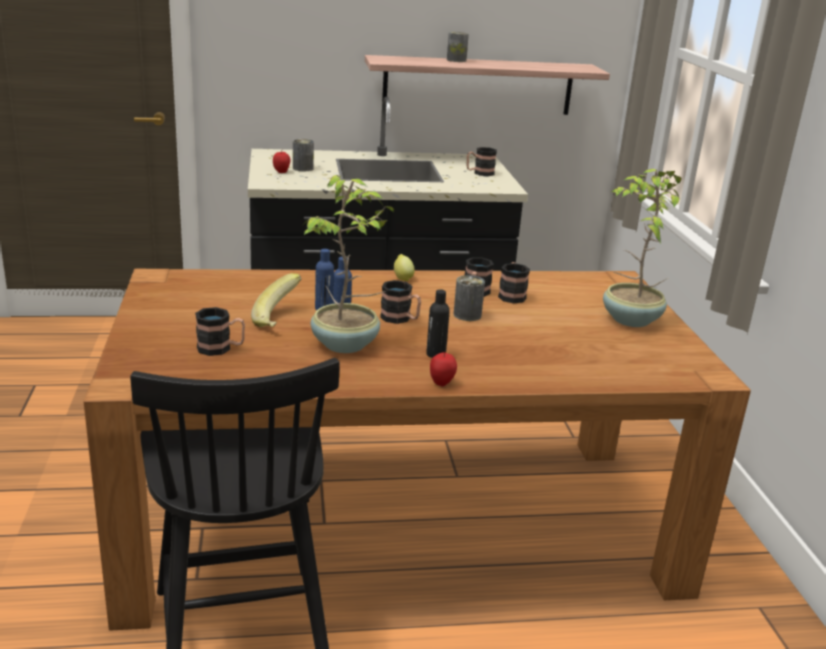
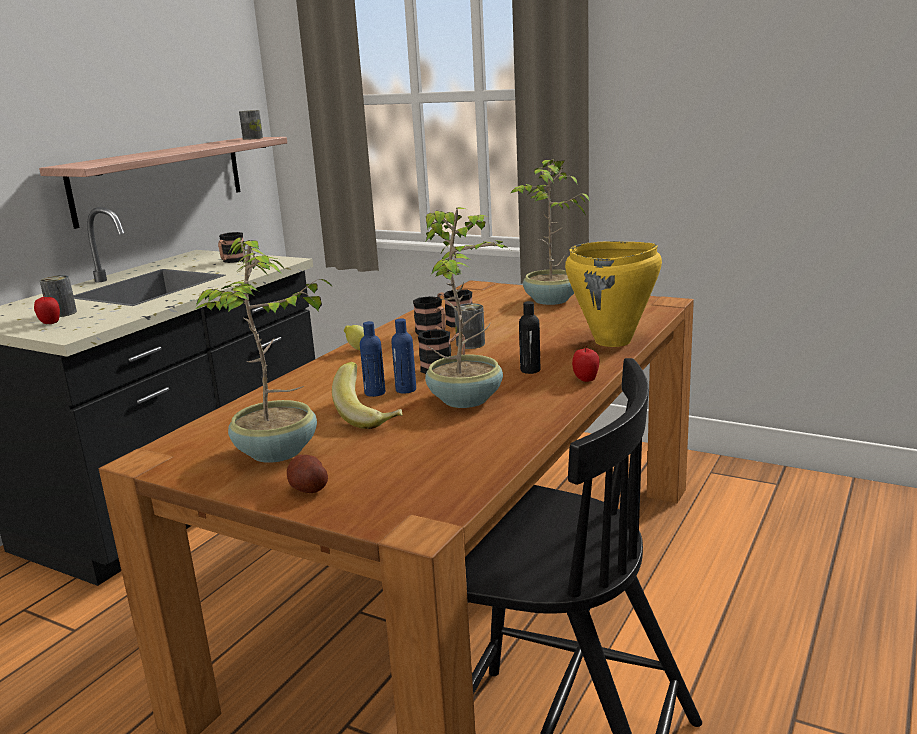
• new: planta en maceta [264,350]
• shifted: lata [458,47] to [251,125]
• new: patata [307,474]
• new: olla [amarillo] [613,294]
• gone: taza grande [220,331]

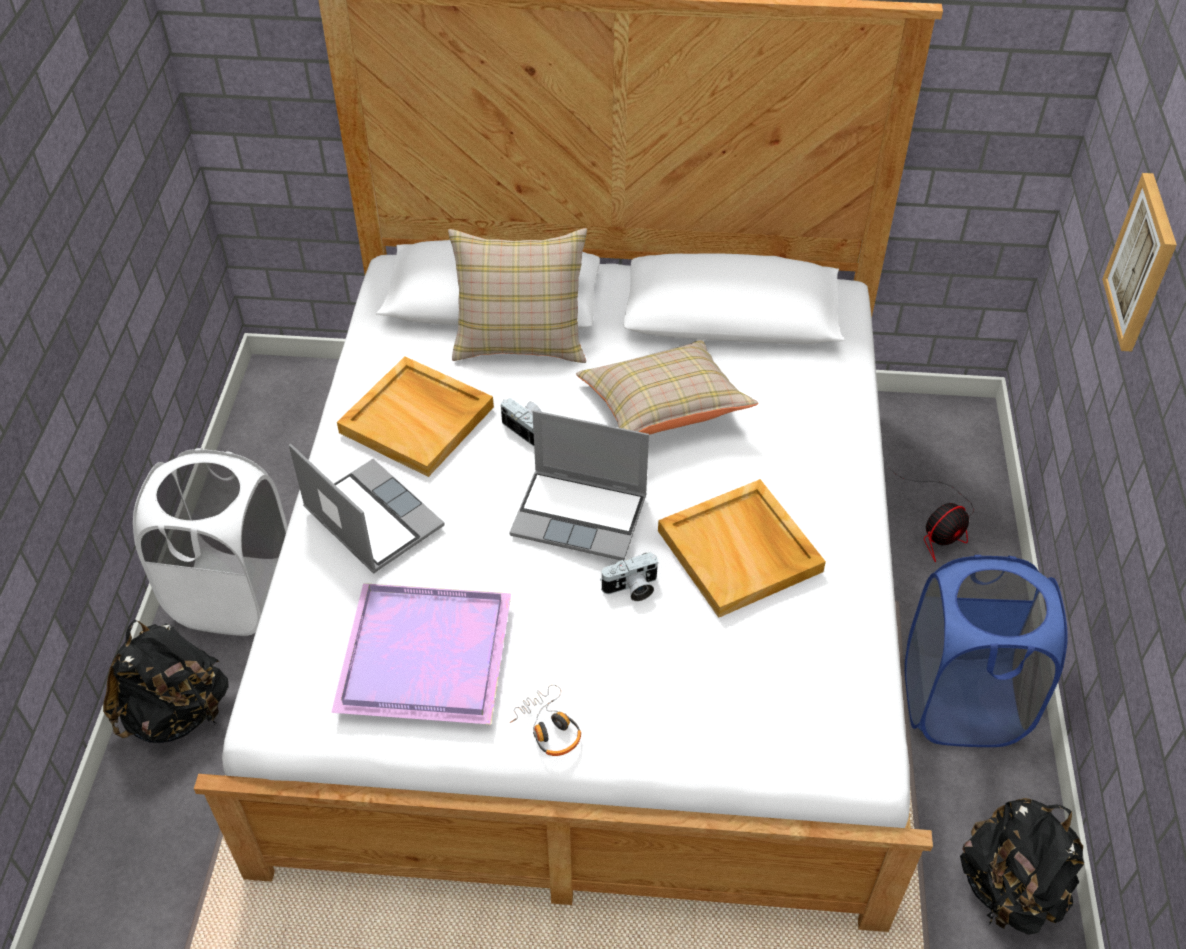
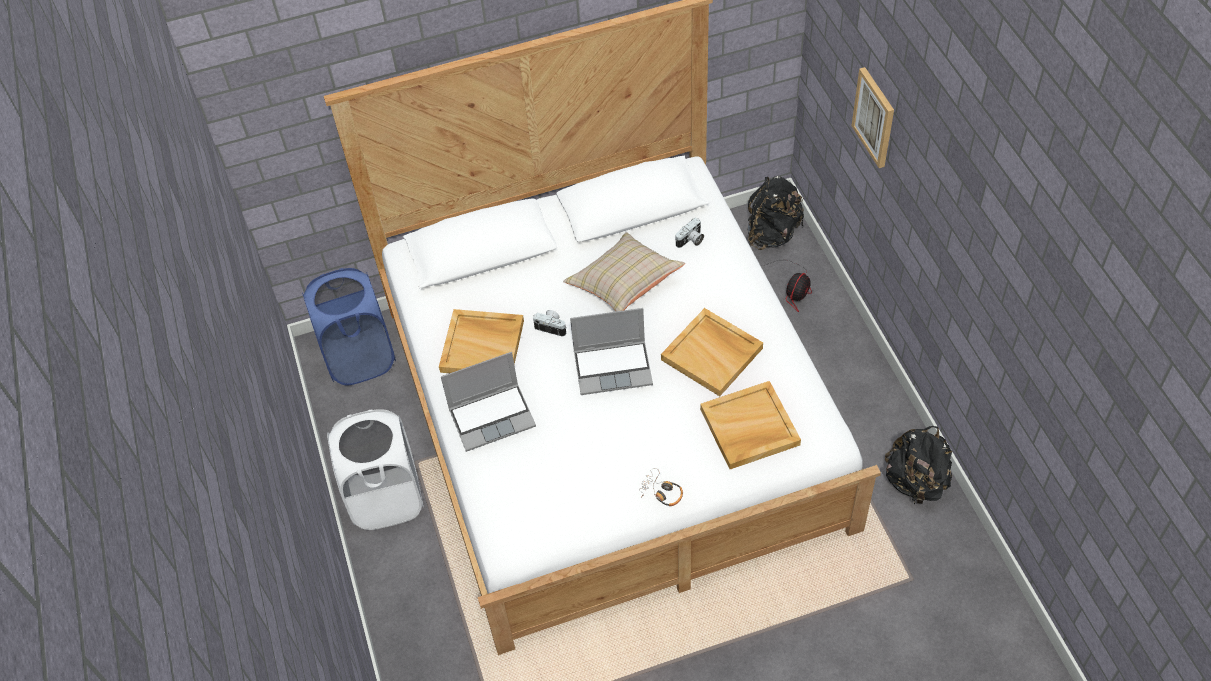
• shifted: cesto de la ropa [azul] [986,651] to [349,326]
• rotated: portátil [367,508] = [488,402] 135 degrees clockwise
• shifted: cámara [629,576] to [690,233]
• new: bandeja [beis] [750,425]
• shifted: mochila [negro] [166,681] to [776,213]
• gone: bandeja [morado] [421,654]
• gone: cojín [beis] [517,295]

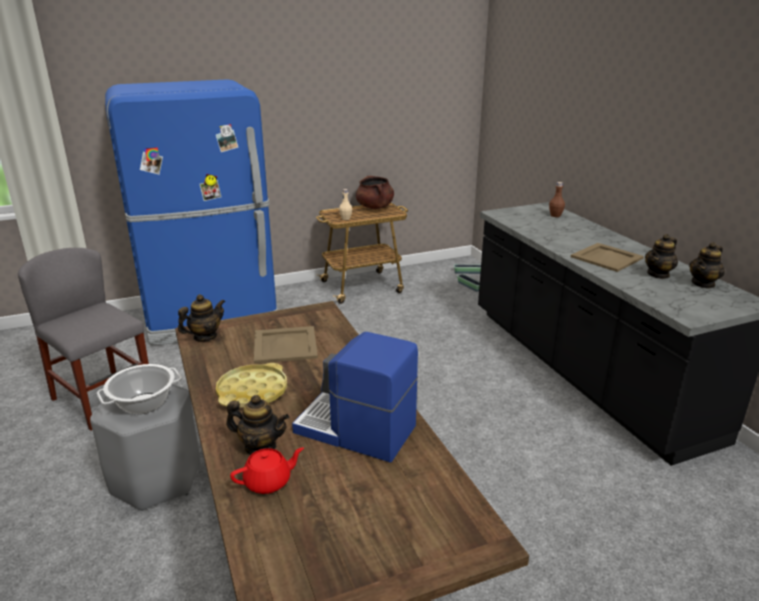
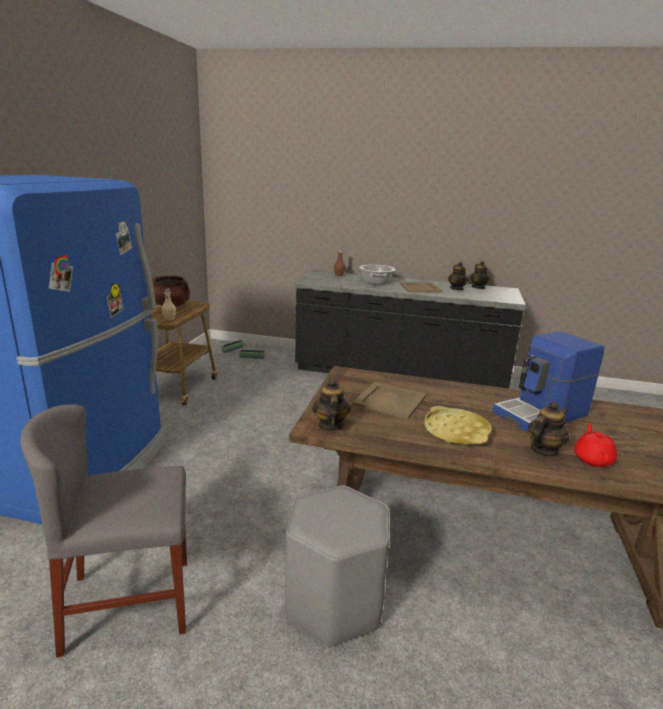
• shifted: olla [139,389] to [377,275]

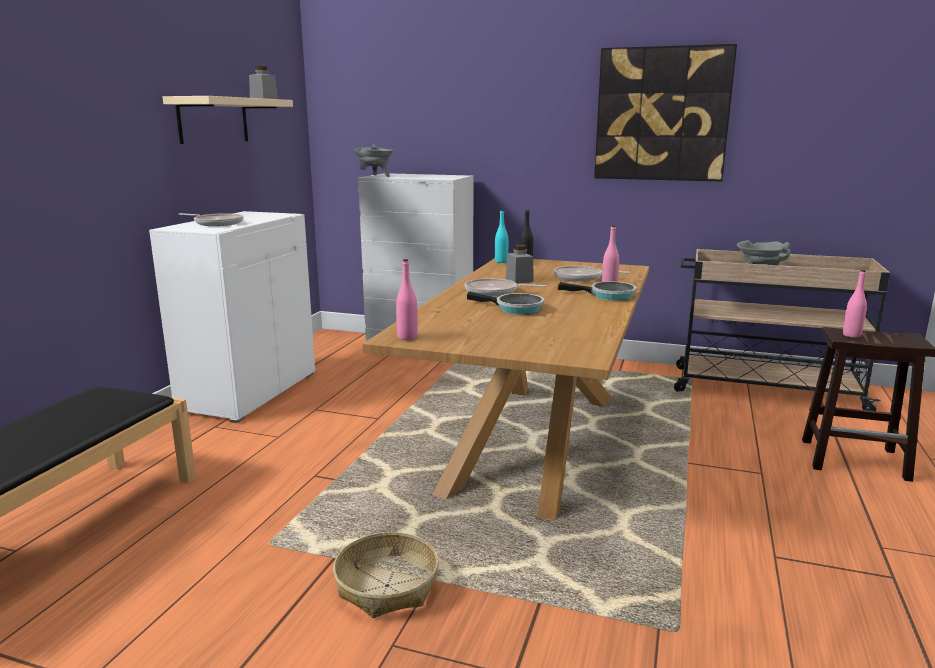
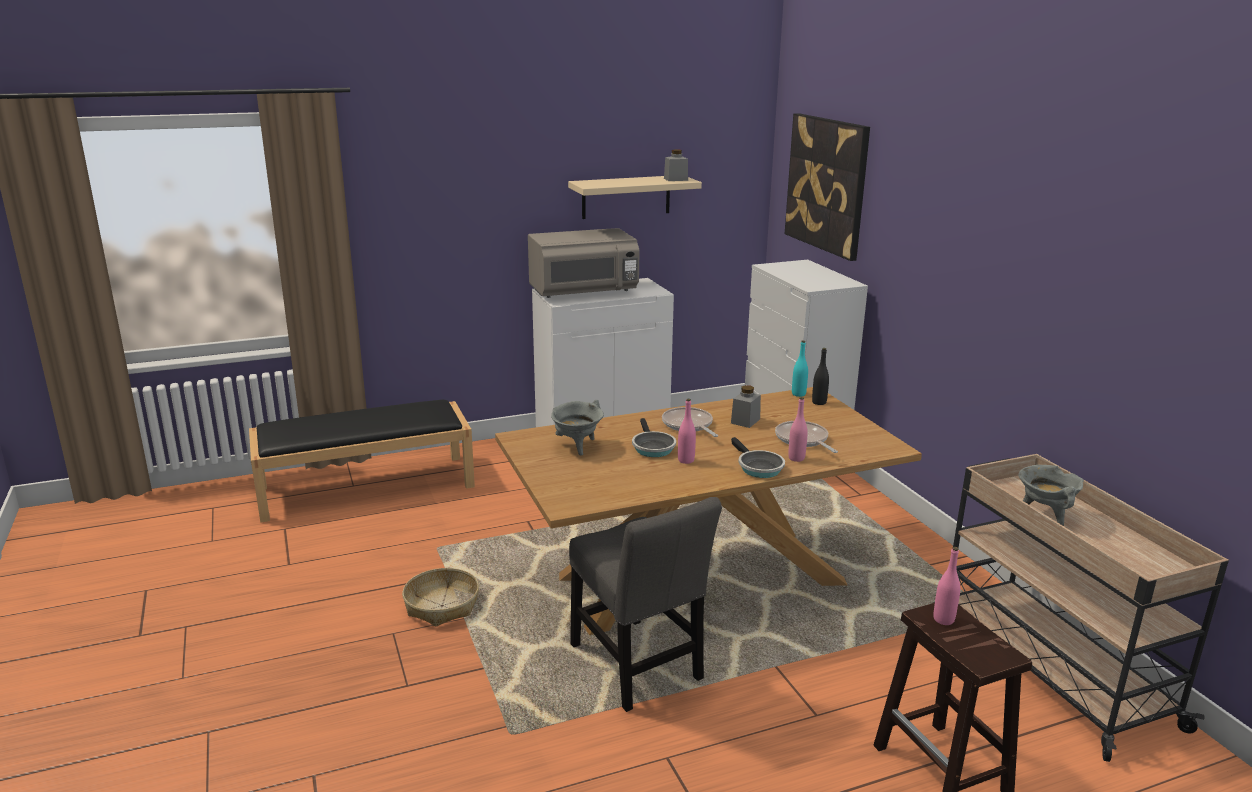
• swapped: sartén [211,219] to microondas [gris] [584,263]
• shifted: olla [gris] [374,160] to [577,428]
• new: silla [gris] [645,604]
• shifted: botella [rosa] [407,299] to [687,431]
• shifted: cuadro [665,112] to [827,187]

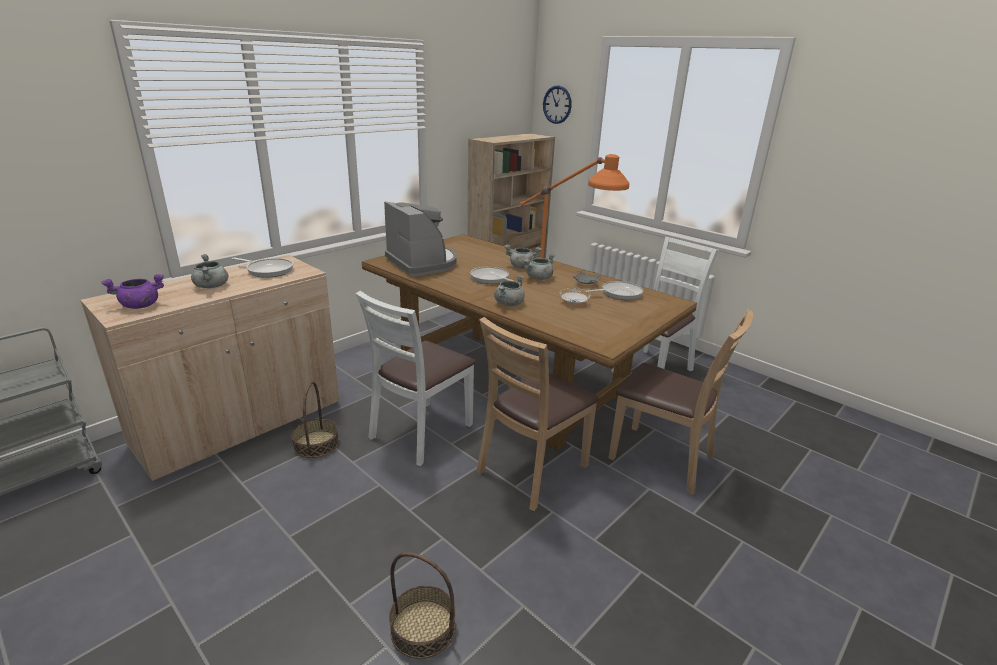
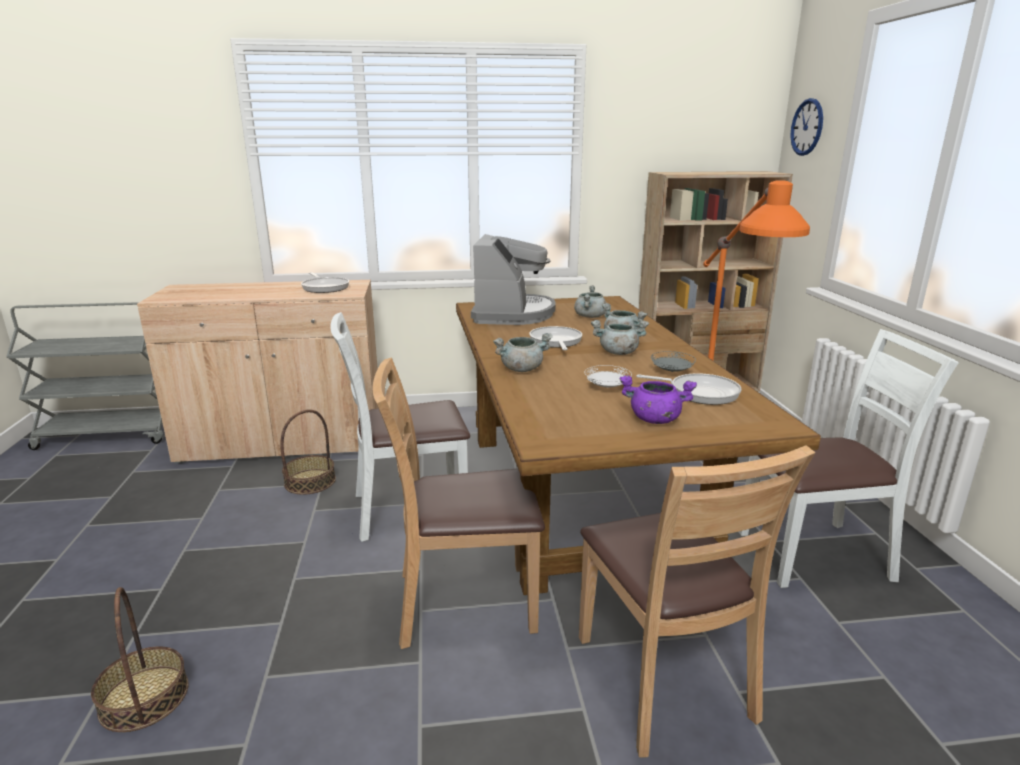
• shifted: olla [gris] [209,271] to [590,301]
• shifted: olla [morado] [132,291] to [658,399]

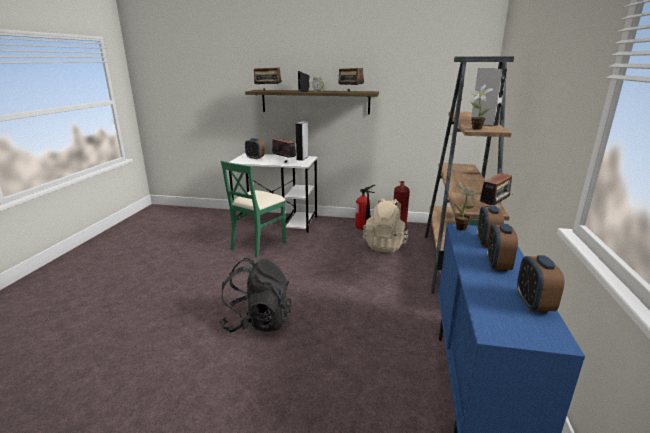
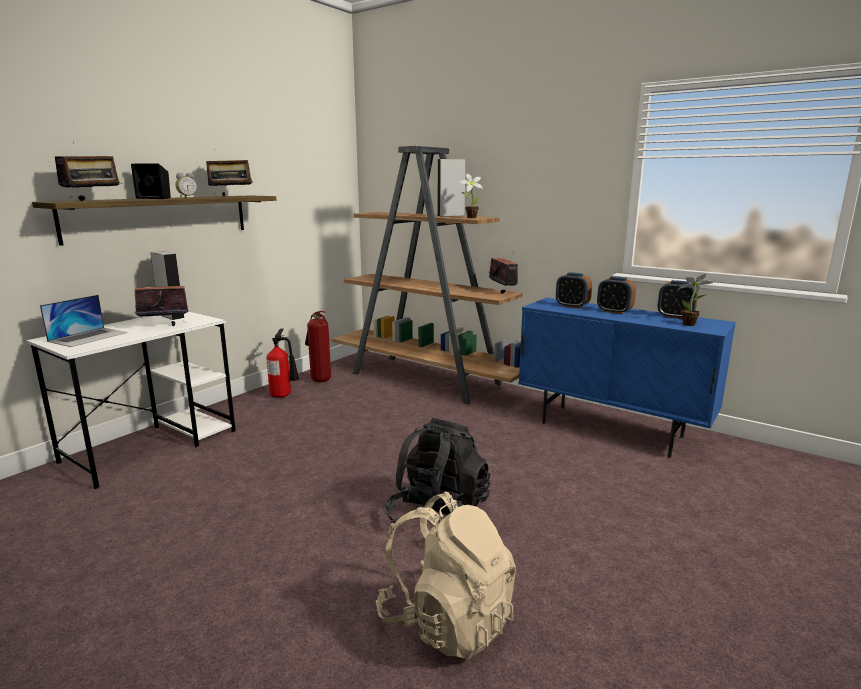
• swapped: despertador [255,148] to portátil [83,321]
• shifted: mochila [beis] [385,225] to [446,575]
• shifted: planta en maceta [466,207] to [695,300]
• gone: silla [verde] [253,209]

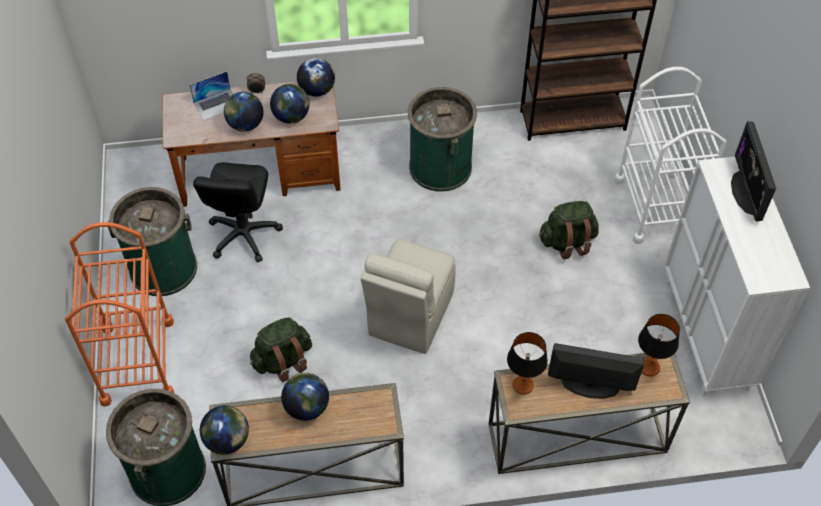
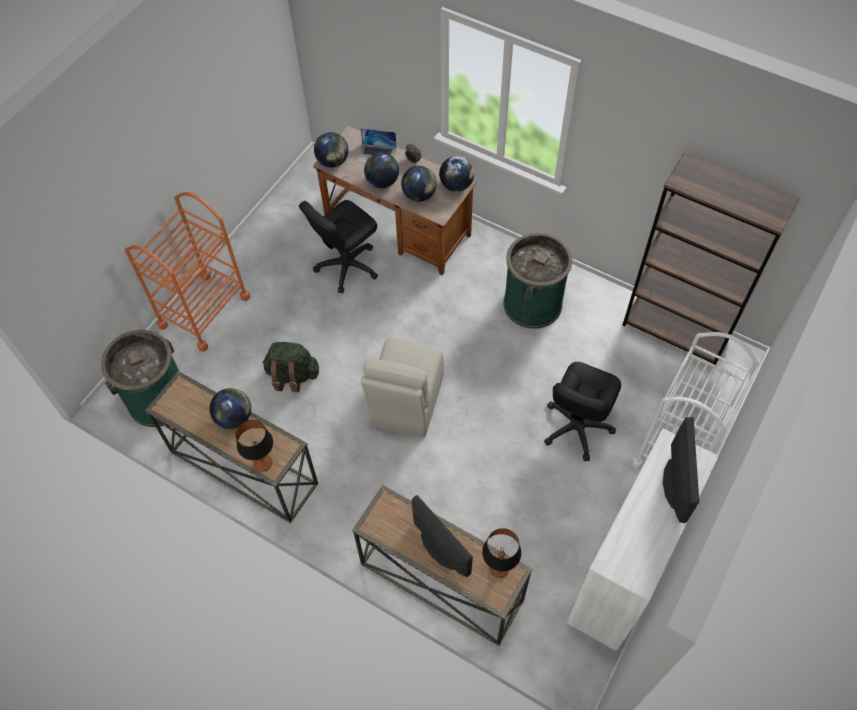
• shifted: lámpara de mesa [527,363] to [254,446]
• shifted: globo terráqueo [224,430] to [331,150]
• rotated: silla [beis] [408,296] = [402,387] 45 degrees counterclockwise
• swapped: mochila [verde] [569,230] to silla de oficina [negro] [582,411]
• rotated: monitor [753,171] = [681,470] 150 degrees clockwise
• gone: papelera [verde] [152,241]

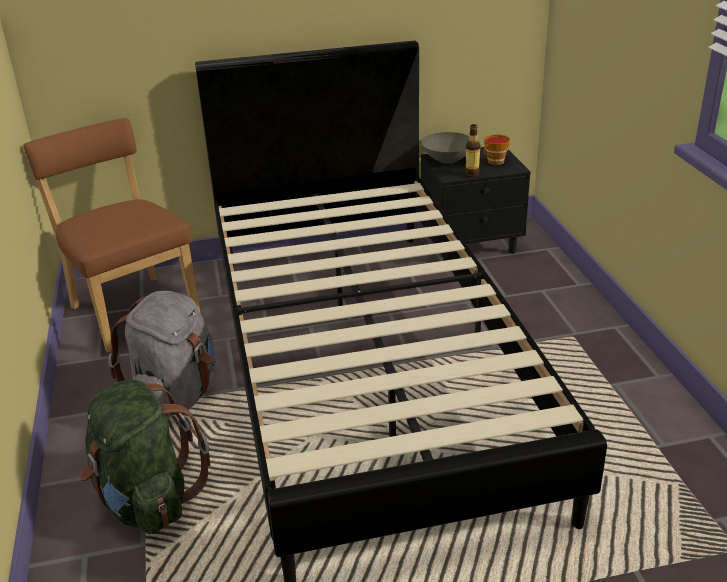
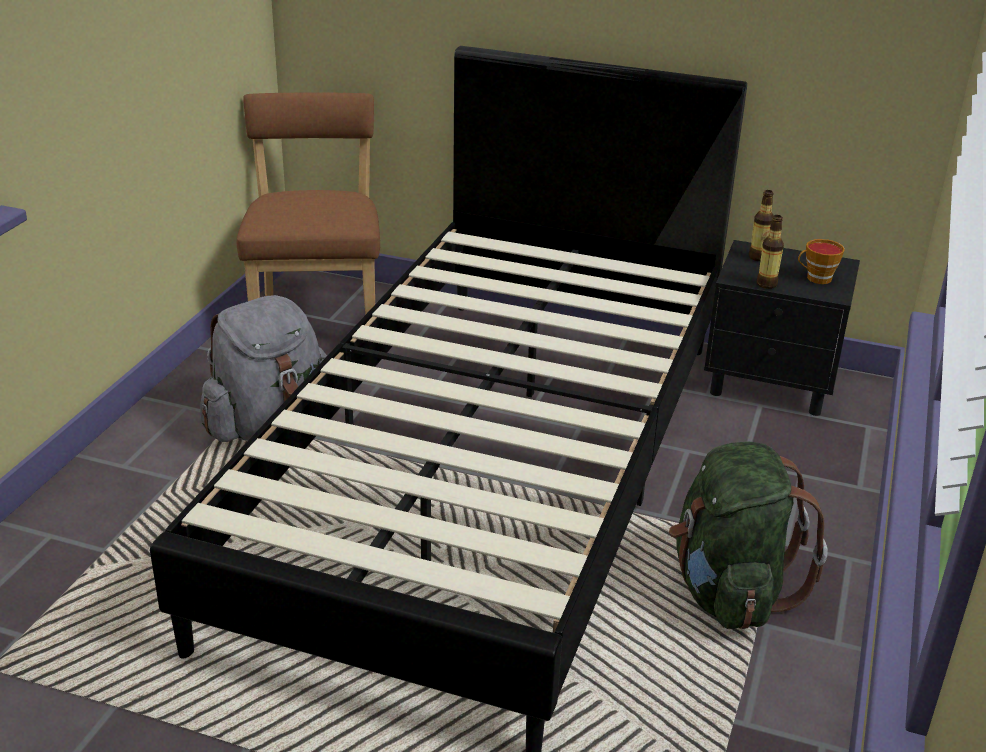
• shifted: mochila [verde] [144,456] to [748,535]
• swapped: cuenco [gris] [445,148] to botella [761,225]

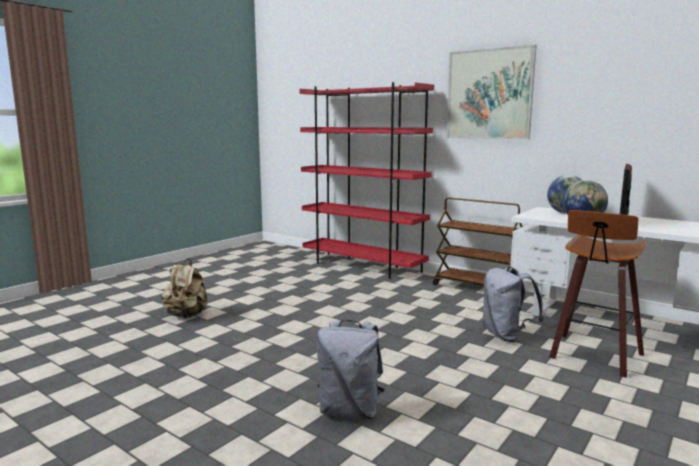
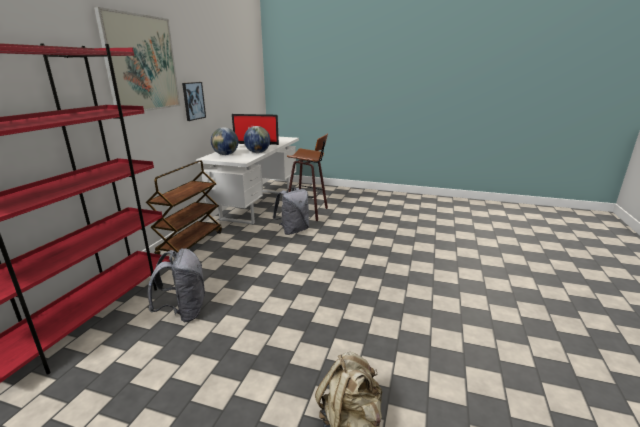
• shifted: mochila [gris] [351,369] to [176,285]
• new: cuadro [194,101]

